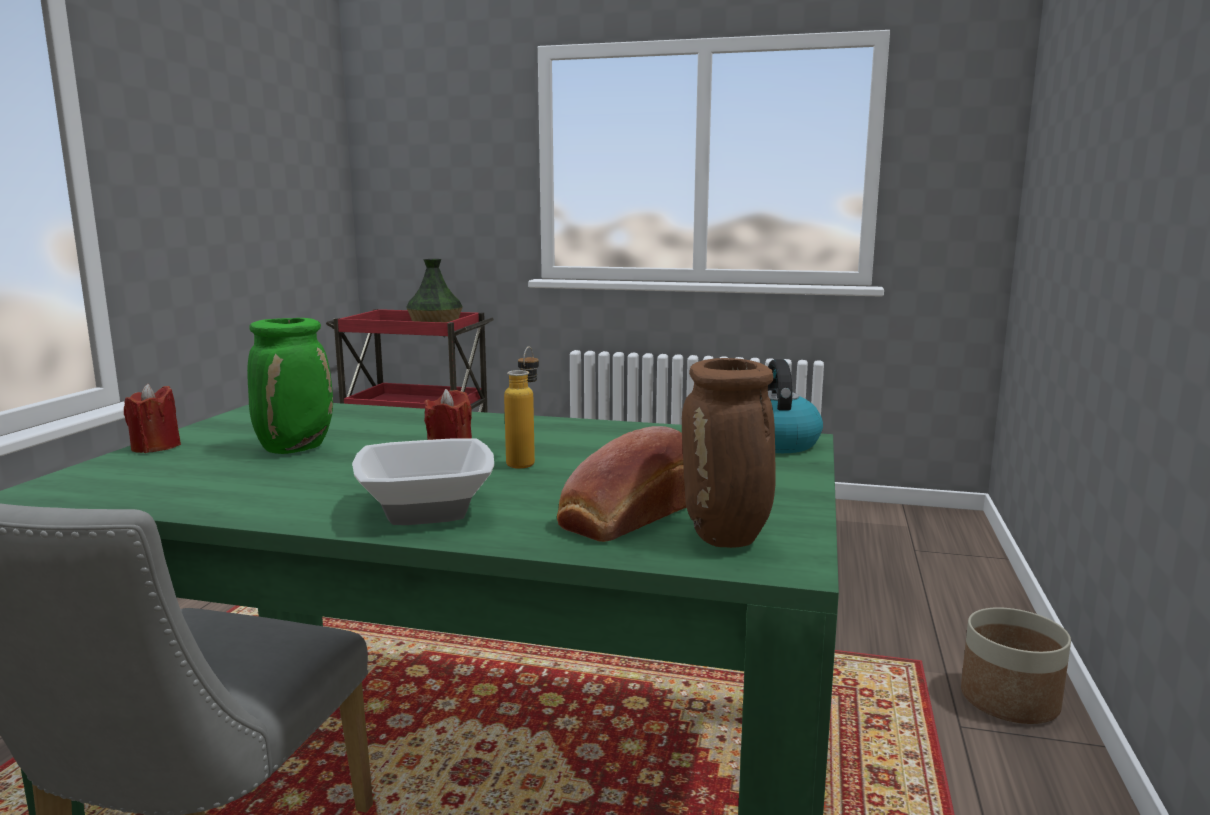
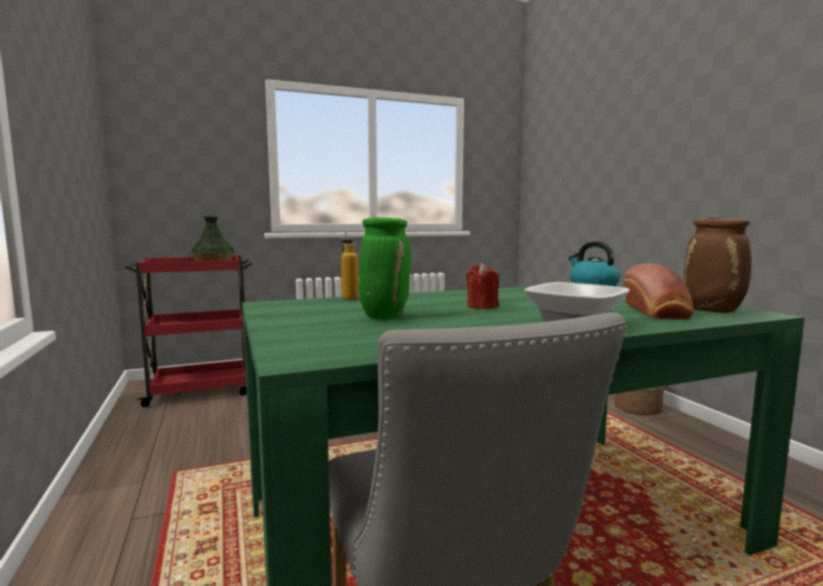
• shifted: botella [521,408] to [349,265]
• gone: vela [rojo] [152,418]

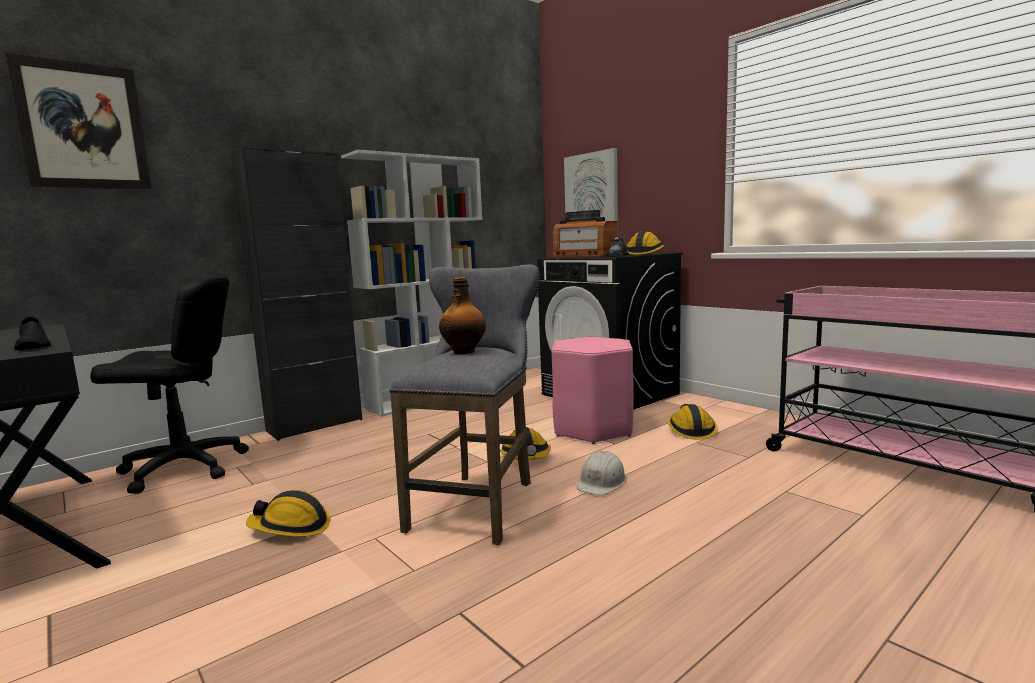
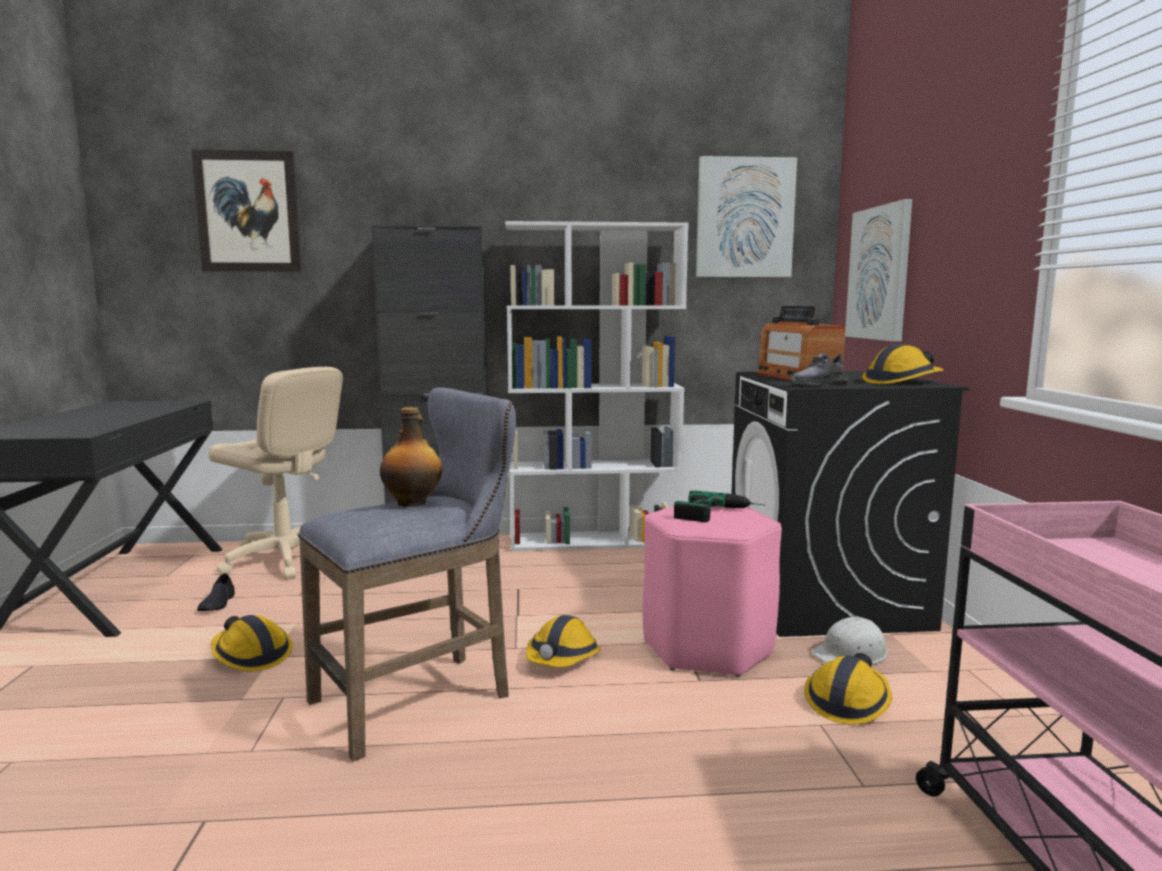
• shifted: zapato [negro] [32,333] to [216,592]
• repainted: silla de oficina [negro] [169,385] to silla de oficina [beis] [275,473]
• new: taladro [719,506]
• new: cuadro [746,216]
• shifted: casco [blanco] [602,473] to [850,640]

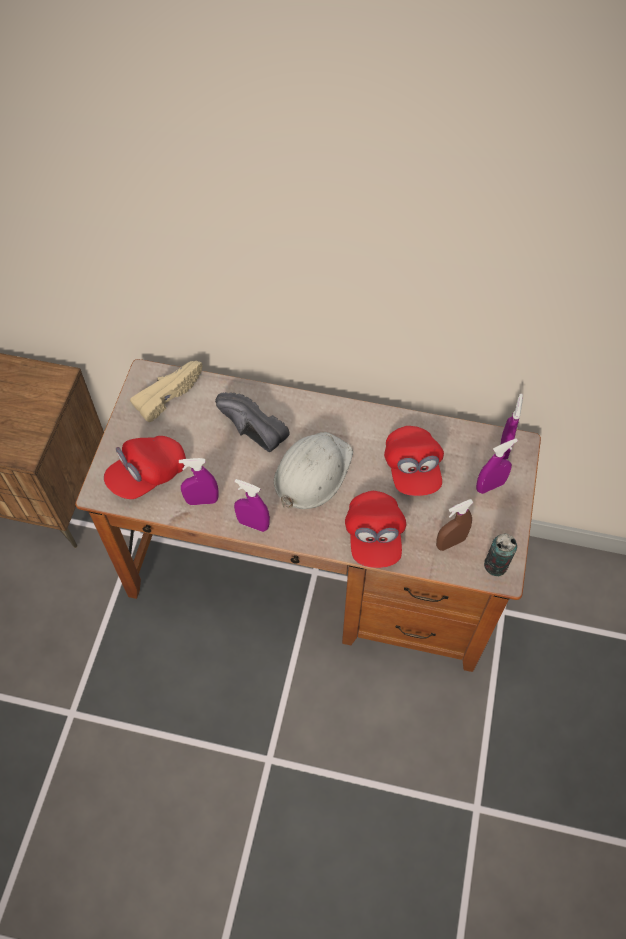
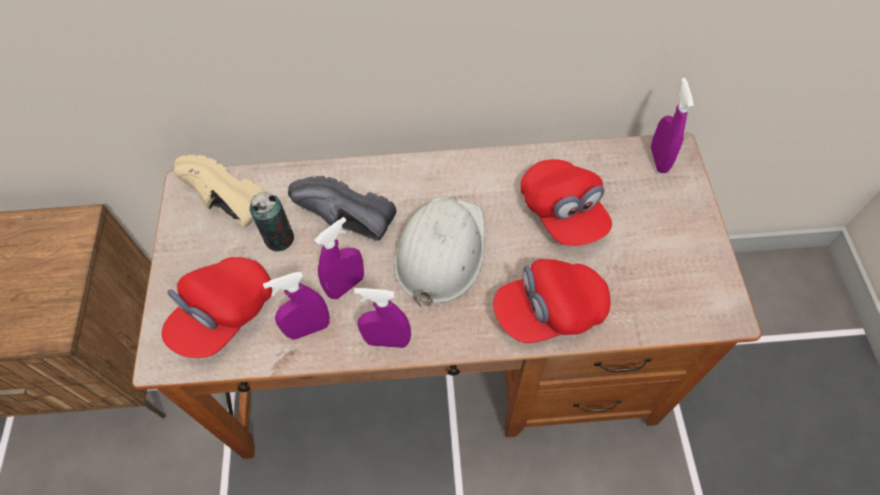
• rotated: zapato [beis] [166,391] = [219,191] 90 degrees counterclockwise
• shifted: lata [500,555] to [271,222]
• shifted: pulverizador [morado] [497,466] to [339,258]
• rotated: gorra [rojo] [375,529] = [551,301] 90 degrees clockwise
• gone: pulverizador [marrón] [455,525]

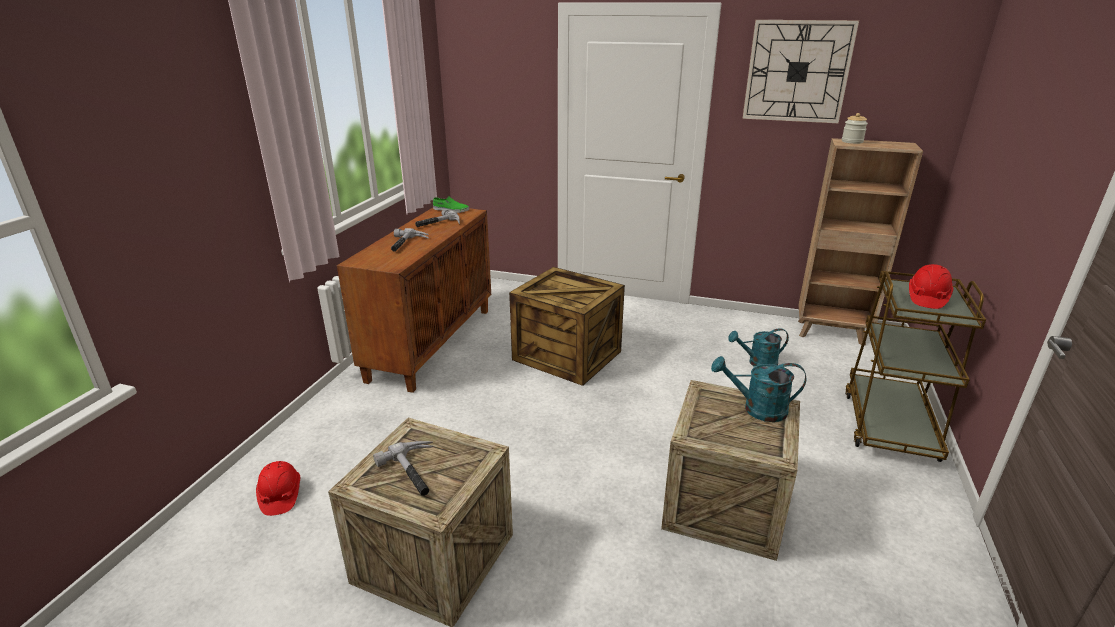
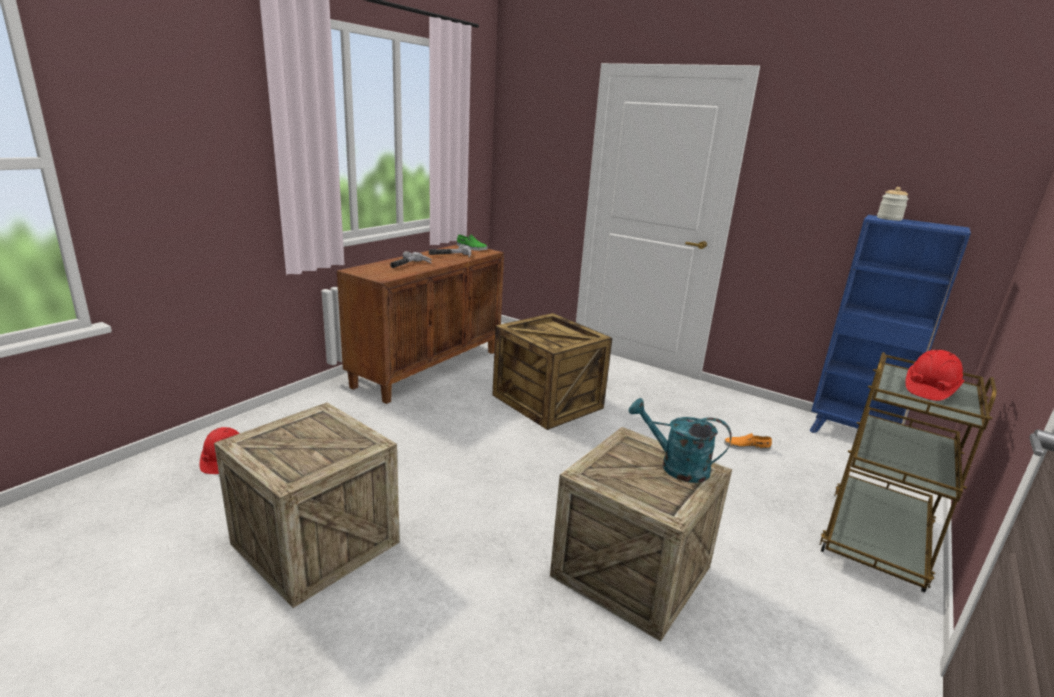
• swapped: regadera [turquesa] [758,347] to zapato [naranja] [748,442]
• repainted: estantería [marrón] [860,241] to estantería [azul] [890,324]
• gone: martillo [403,468]
• gone: reloj de pared [800,71]

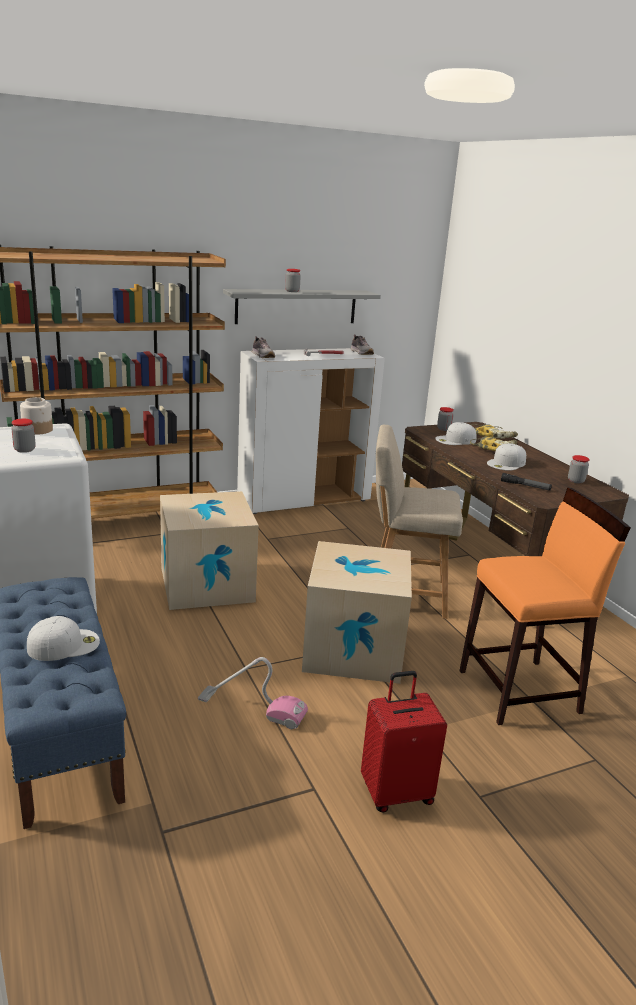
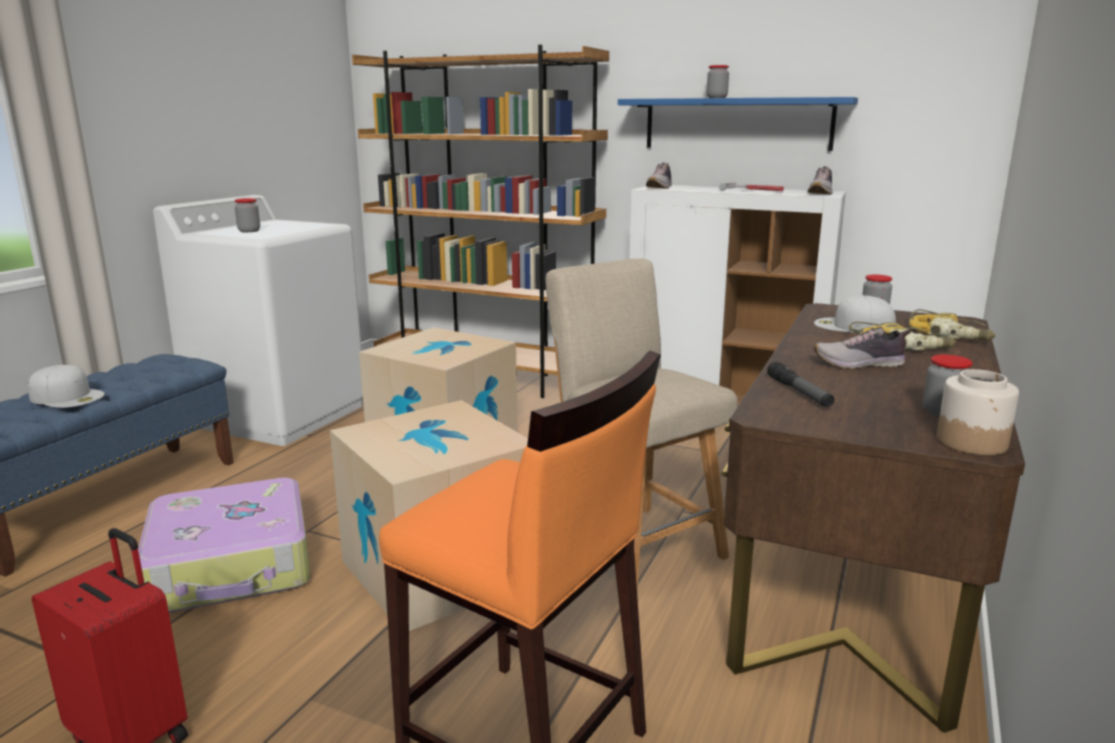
• swapped: aspiradora [253,693] to maleta [222,545]
• repainted: estante [gris] [302,306] to estante [azul] [738,124]
• swapped: gorra [blanco] [506,457] to zapato [862,348]
• shifted: tarro [36,416] to [978,412]

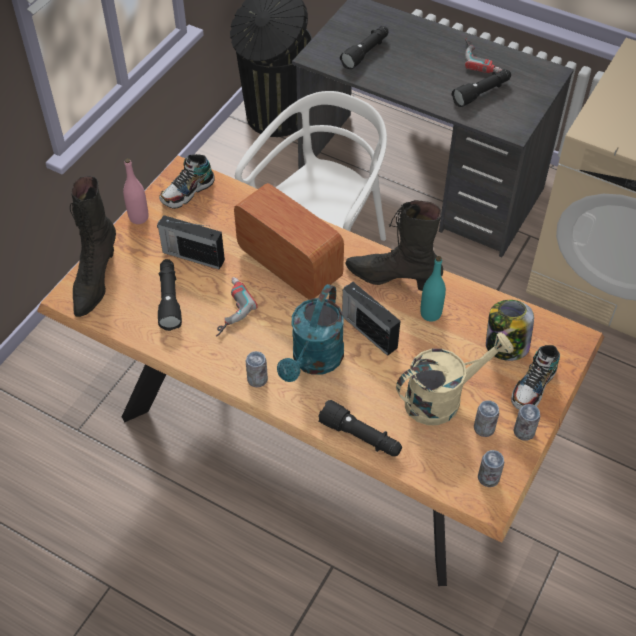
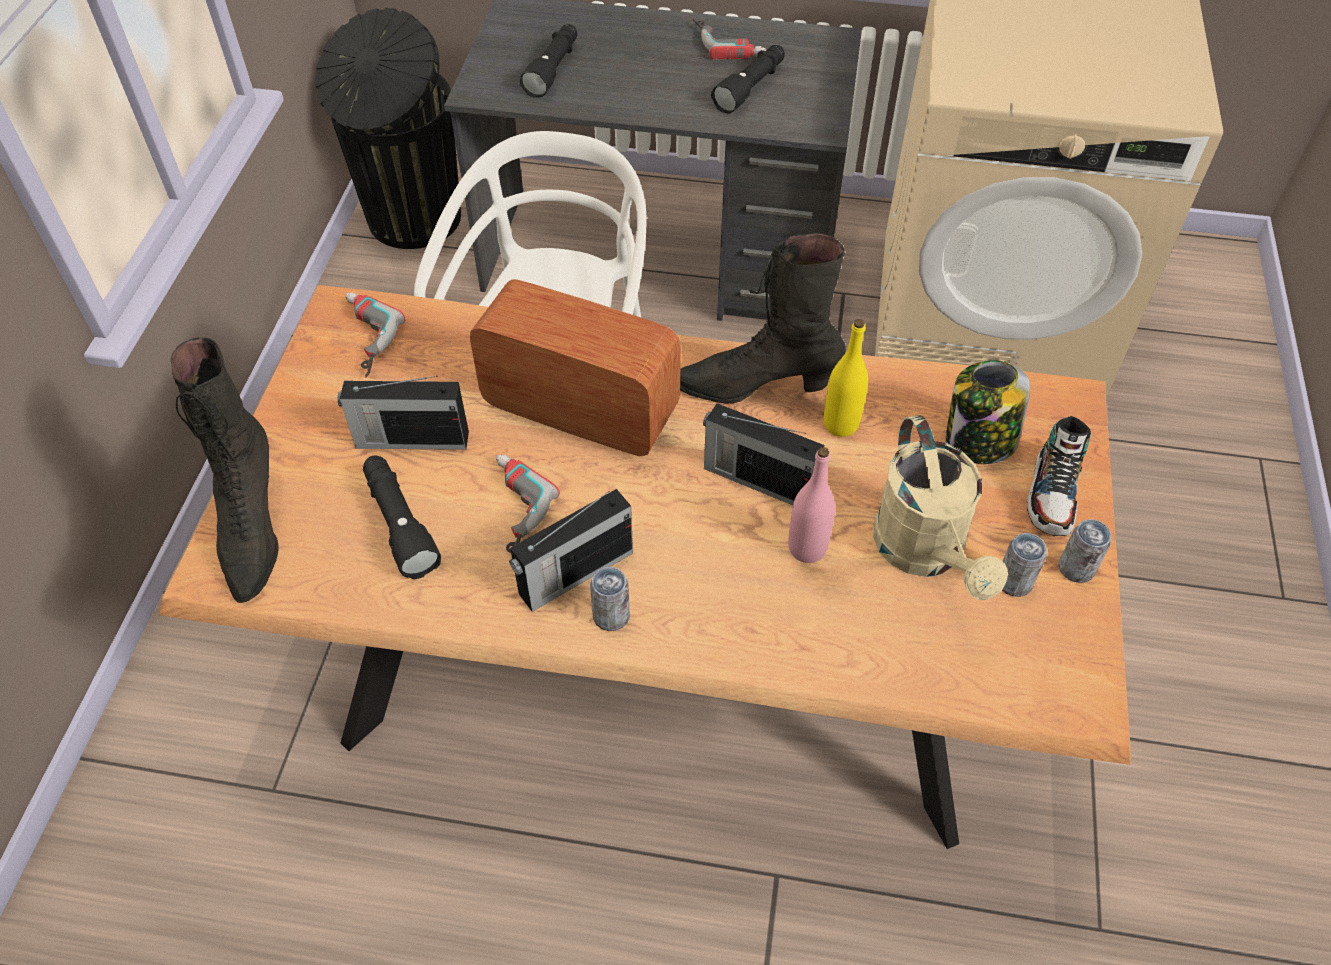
• swapped: zapato [187,181] to taladro [375,334]
• new: radio [571,550]
• shifted: botella [rosa] [136,191] to [811,505]
• repainted: botella [turquesa] [433,289] to botella [amarillo] [846,378]
• rotated: regadera [beis] [455,378] = [940,507] 120 degrees clockwise
• gone: regadera [turquesa] [310,333]
• gone: linterna [negro] [360,428]
• gone: lata [491,468]

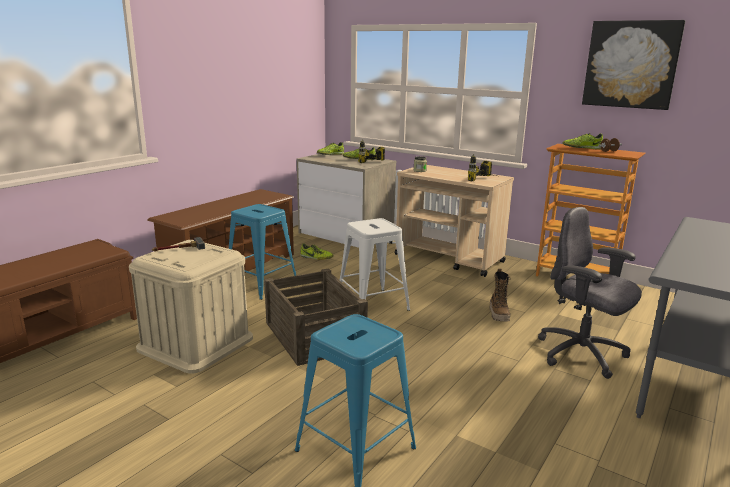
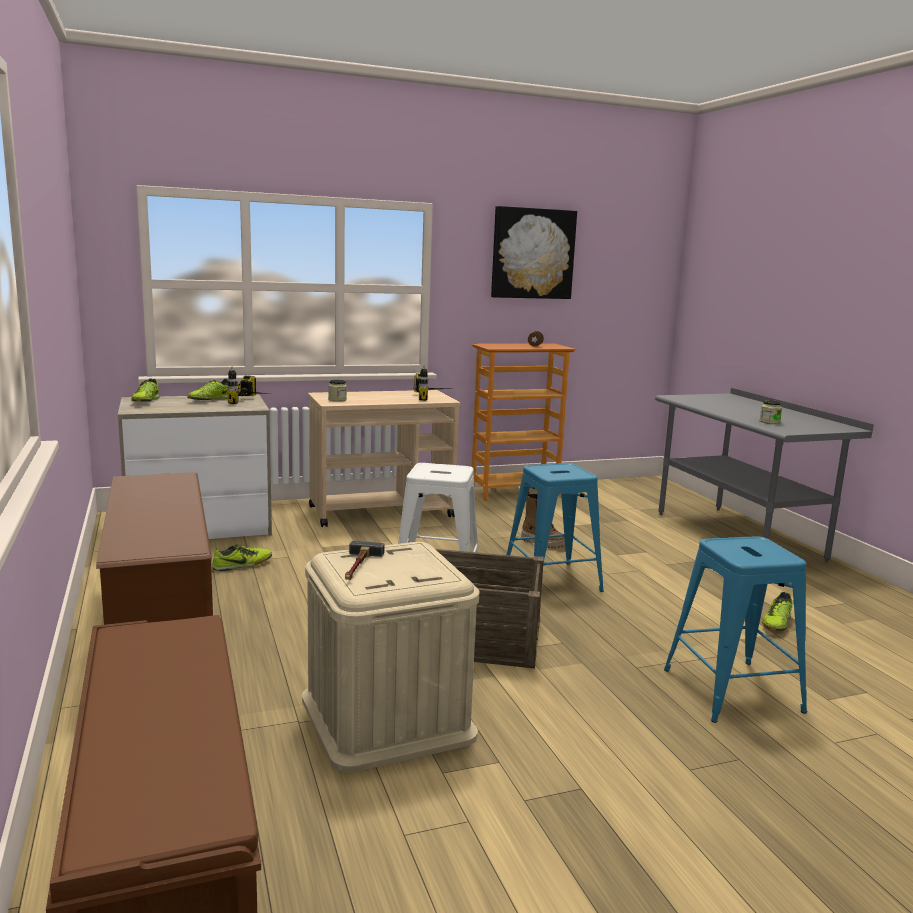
• shifted: taburete [azul] [262,252] to [554,527]
• new: tarro [771,412]
• shifted: zapato [582,141] to [777,611]
• gone: silla de oficina [gris] [590,293]

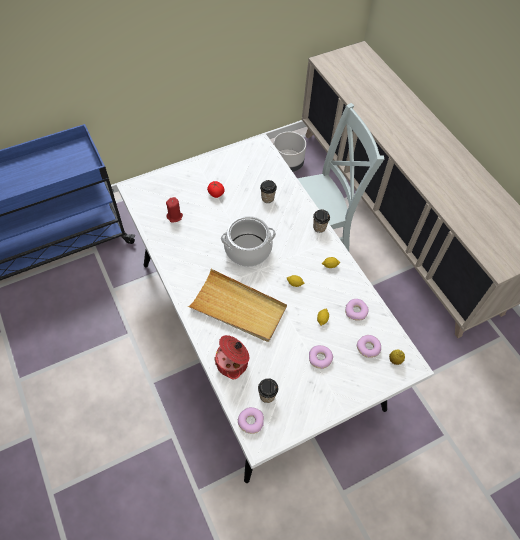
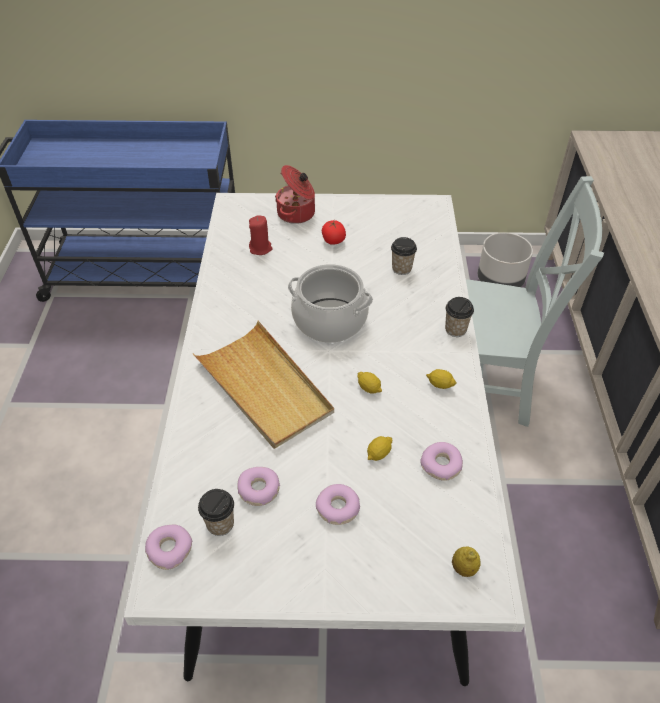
• shifted: rosquilla [369,346] to [258,486]
• shifted: olla [231,357] to [295,194]

